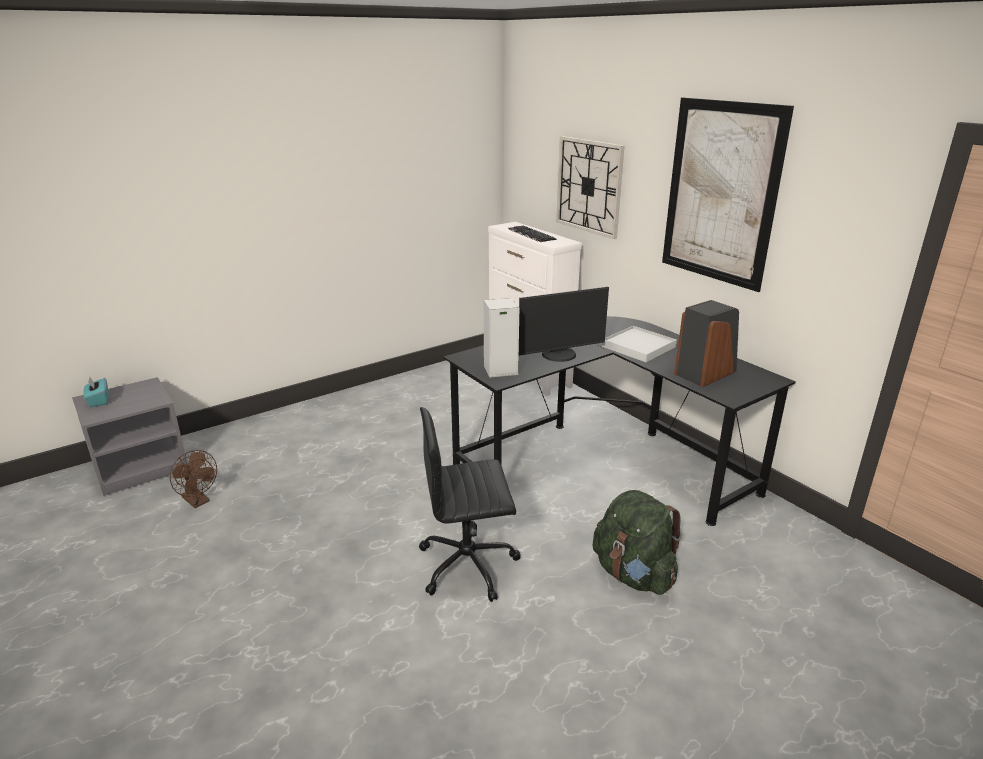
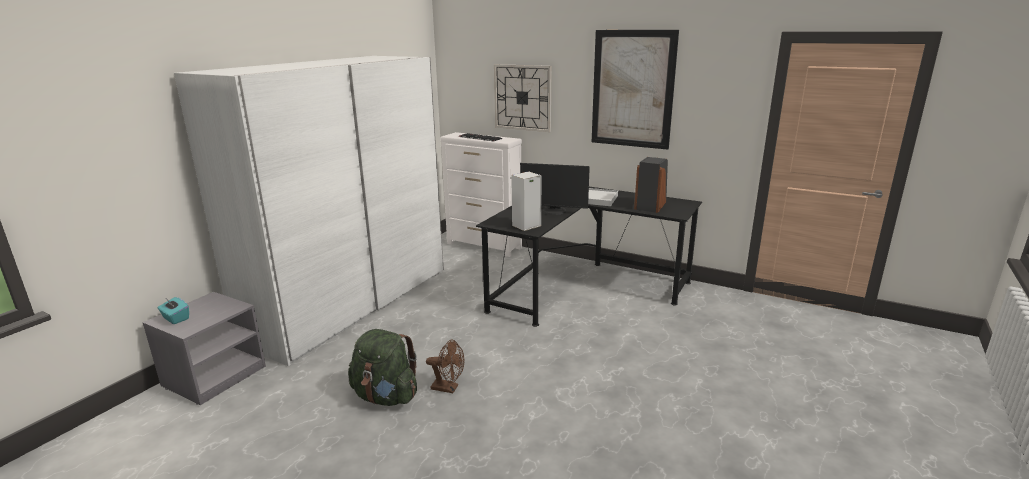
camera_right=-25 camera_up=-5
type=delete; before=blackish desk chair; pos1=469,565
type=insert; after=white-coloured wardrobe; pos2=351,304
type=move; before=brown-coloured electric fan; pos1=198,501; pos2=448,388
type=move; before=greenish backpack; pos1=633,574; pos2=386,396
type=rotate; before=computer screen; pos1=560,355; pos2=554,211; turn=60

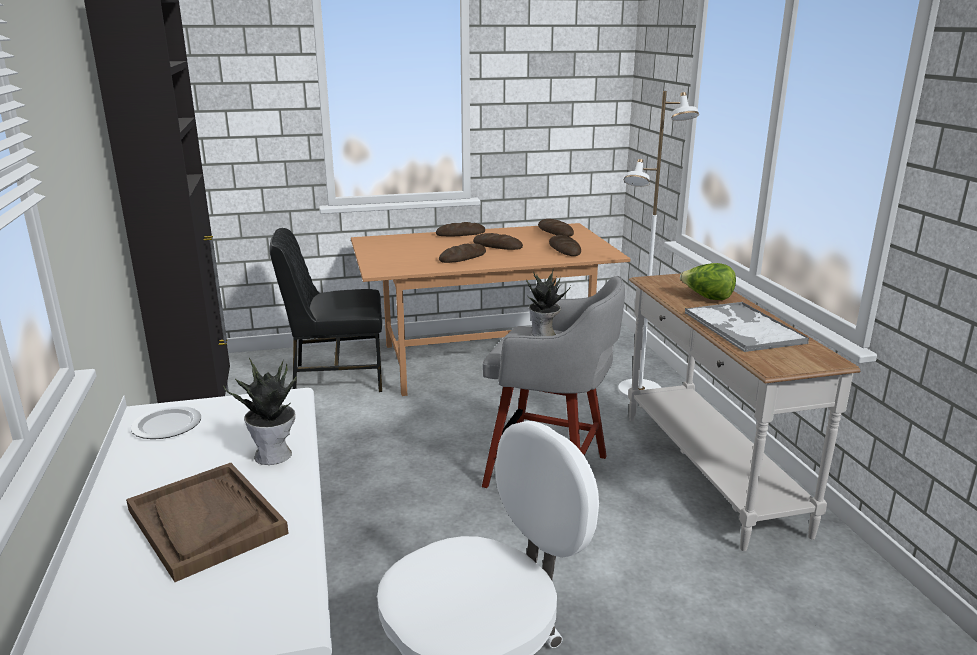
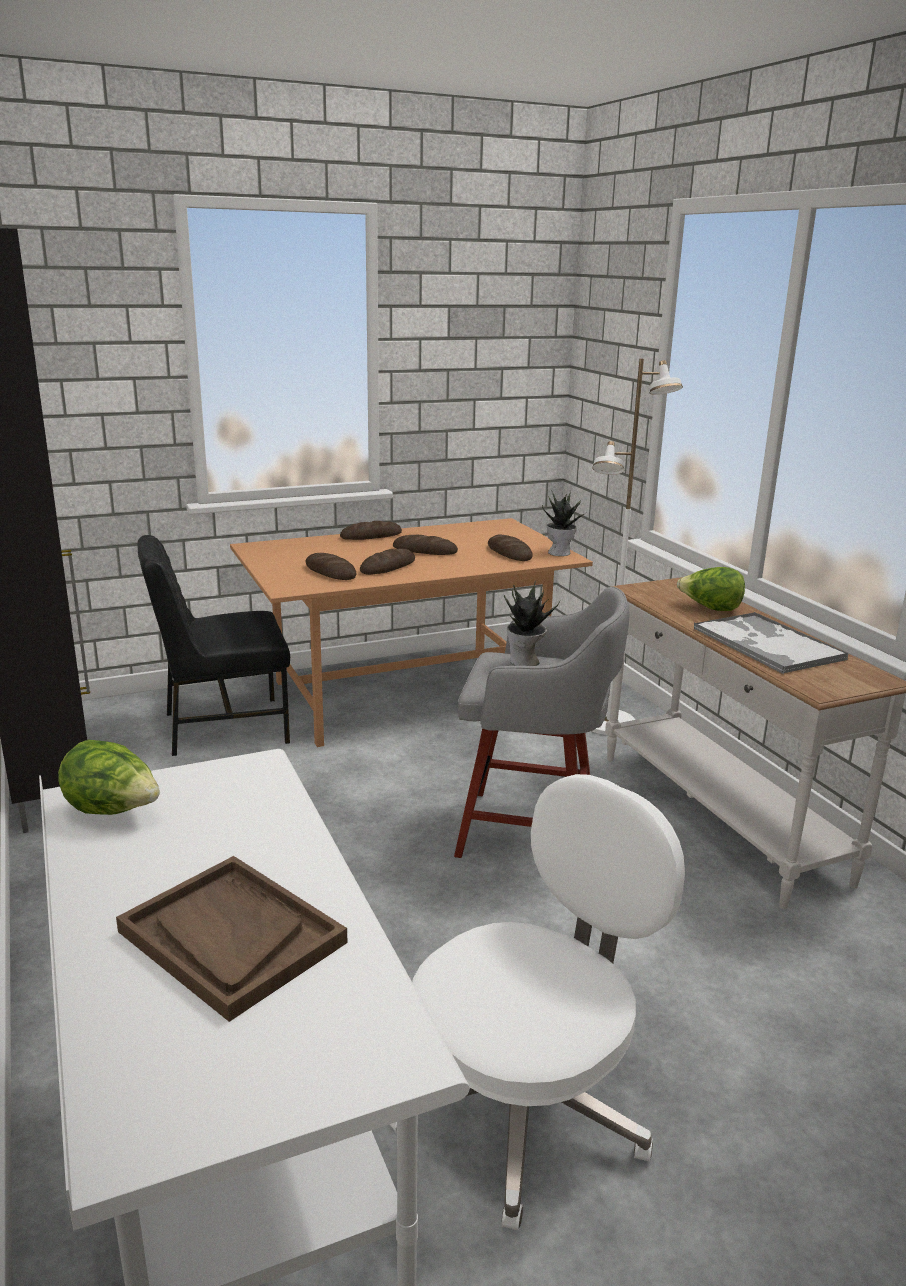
camera_right=-10 camera_up=0
type=move; before=plant in a pot; pos1=275,455; pos2=560,553
type=move; before=bread; pos1=555,231; pos2=330,572
type=replace; before=dinner plate; after=lettuce head; pos1=167,425; pos2=113,811

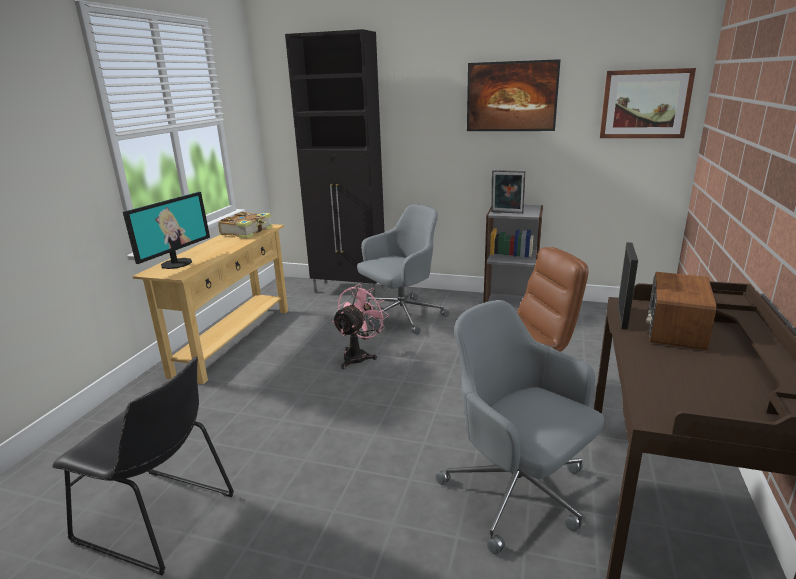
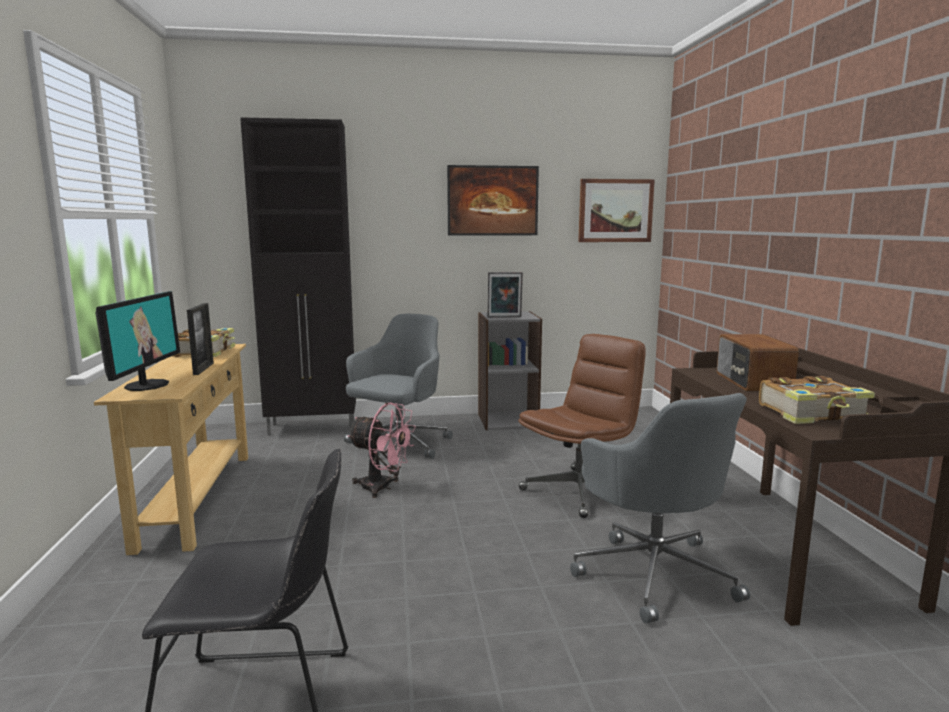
camera_right=-25 camera_up=-10
type=insert; after=bound book; pos2=813,414
type=move; before=photo frame; pos1=622,317; pos2=203,369
type=rotate; before=pink-coloured electric fan; pos1=359,356; pos2=382,488; turn=105
type=rotate; before=gray desk chair; pos1=518,493; pos2=654,572; turn=-135

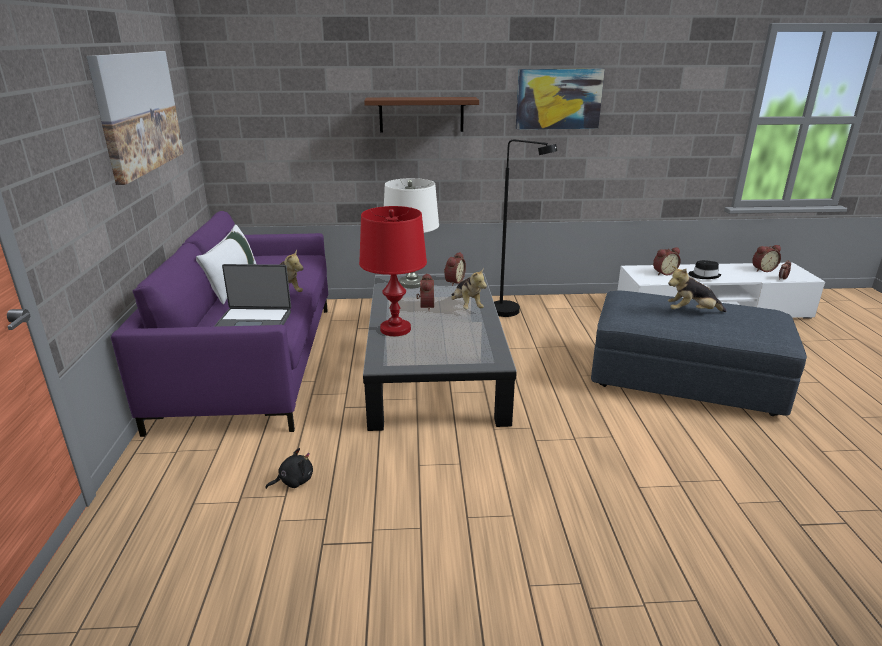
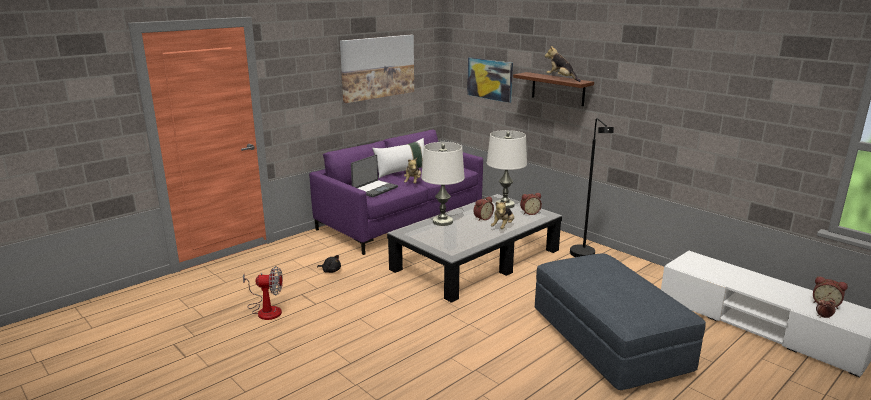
camera_right=50 camera_up=-5
type=delete; before=table clock; pos1=663,273
type=delete; before=blackish clothing hat; pos1=704,276
type=insert; after=electric fan; pos2=266,310
type=move; before=picture; pos1=558,99; pos2=490,79
type=move; before=cuddly toy; pos1=691,312; pos2=561,79
type=recolor; before=red table lamp; after=white-coloured table lamp; pos1=395,329; pos2=442,222
type=rotate; before=portable computer; pos1=254,321; pos2=374,189; turn=-105

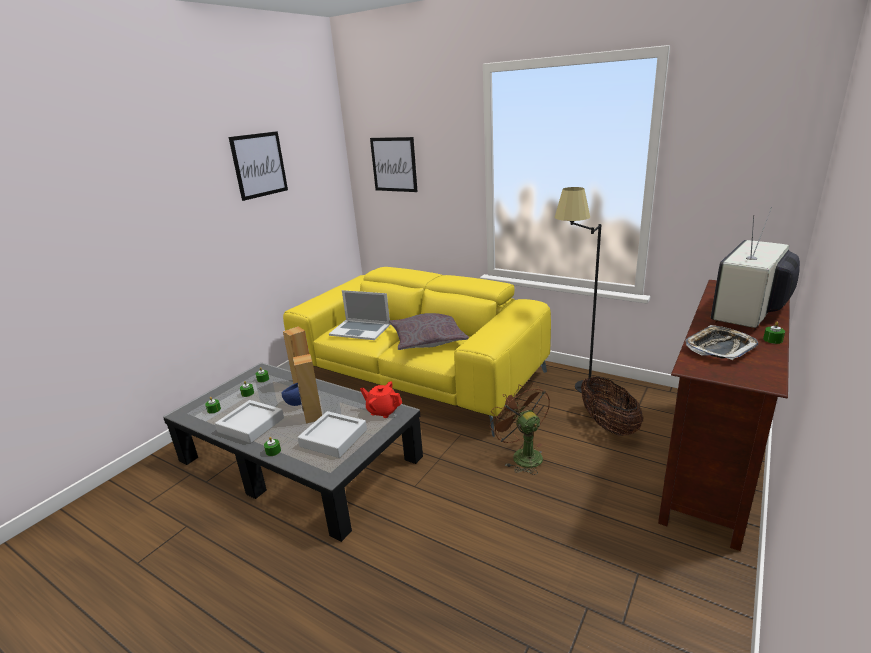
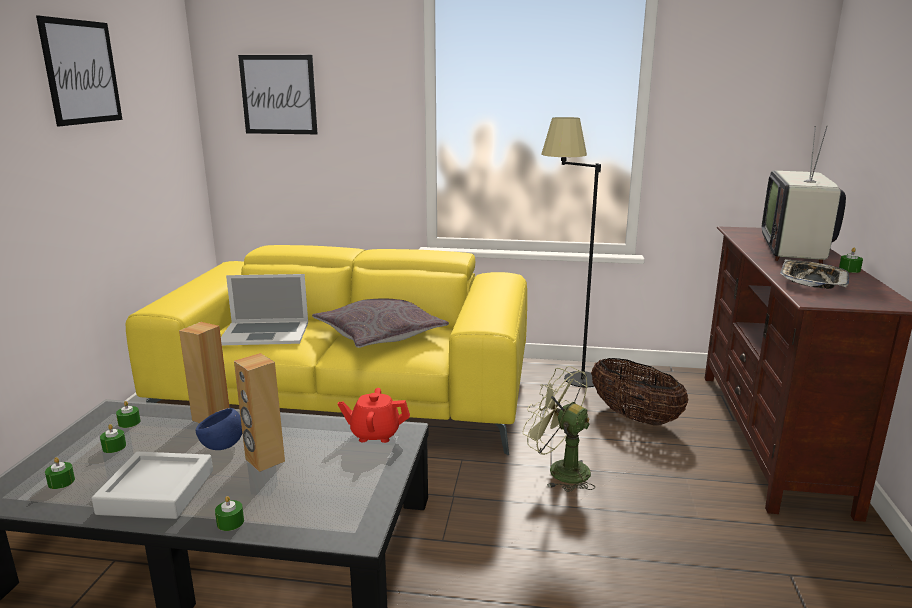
camera_right=-25 camera_up=-5
type=delete; before=gray tray; pos1=333,438
type=recolor; before=brown-coloured electric fan; after=greenish electric fan; pos1=522,455; pos2=560,470

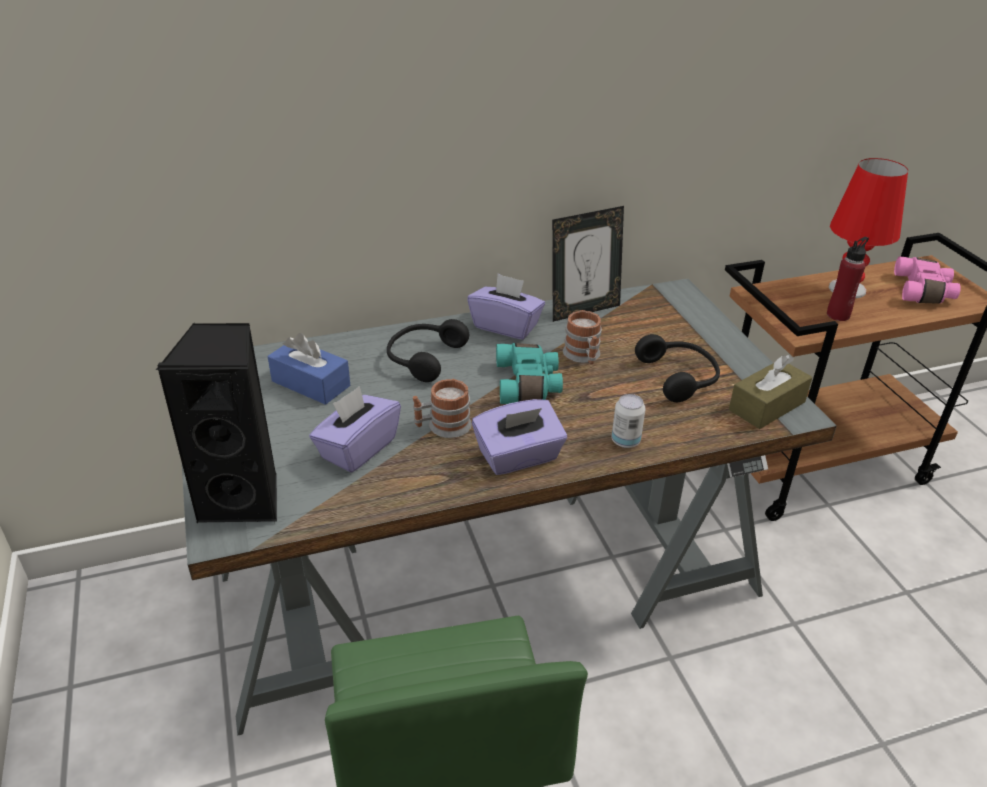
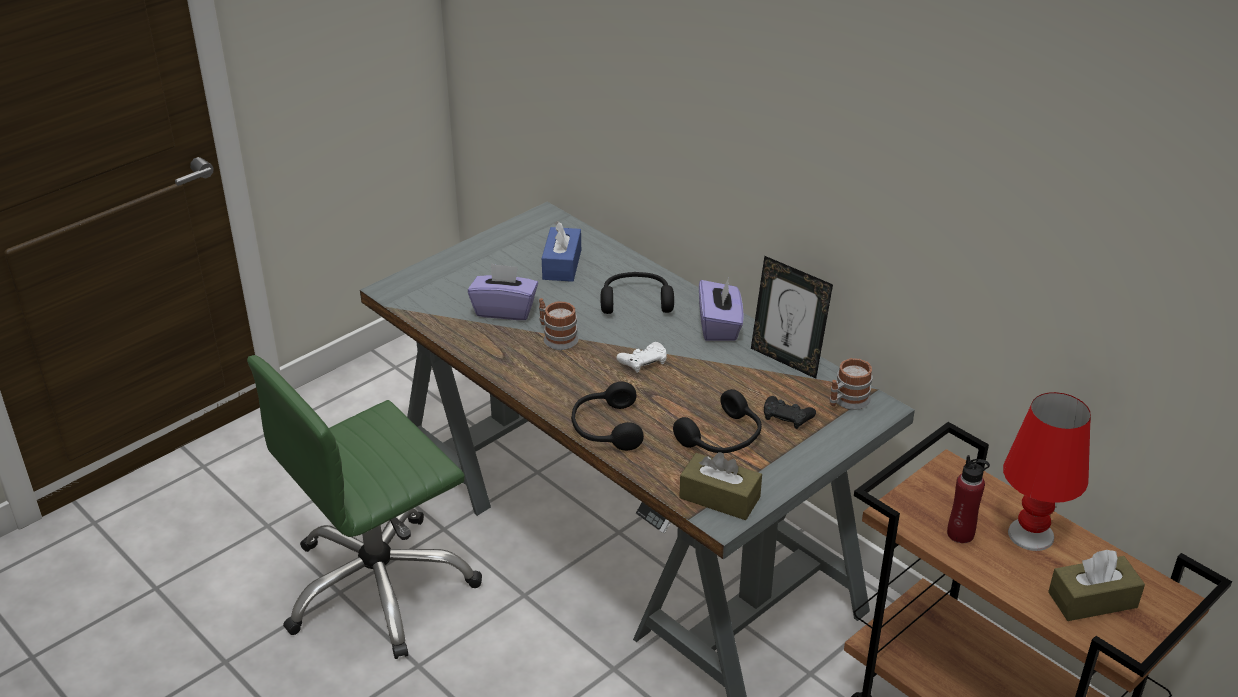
camera_right=65 camera_up=0
type=delete; before=blackish speaker; pos1=245,498
type=delete; before=purple-coloured tissue box; pos1=518,457
type=insert; after=blackish joypad; pos2=787,417
type=move; before=tea mug; pos1=583,356; pos2=847,401
type=replace; before=turquoise-coloured pair of binoculars; after=white-coloured joypad; pos1=529,384; pos2=643,361
type=replace; before=can; after=blackish pair of headphones; pos1=625,441; pos2=605,428
type=replace; before=pink-coloured pair of binoculars; after=brown-coloured tissue box; pos1=924,291; pos2=1092,600

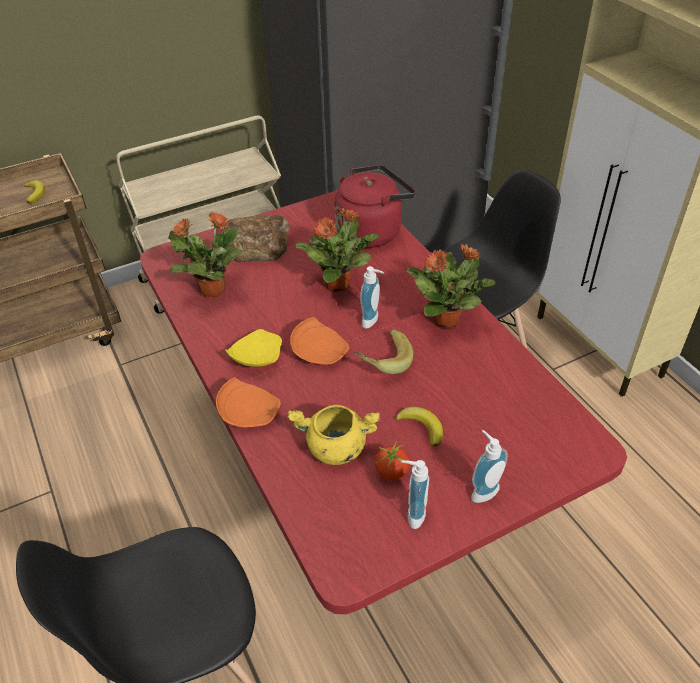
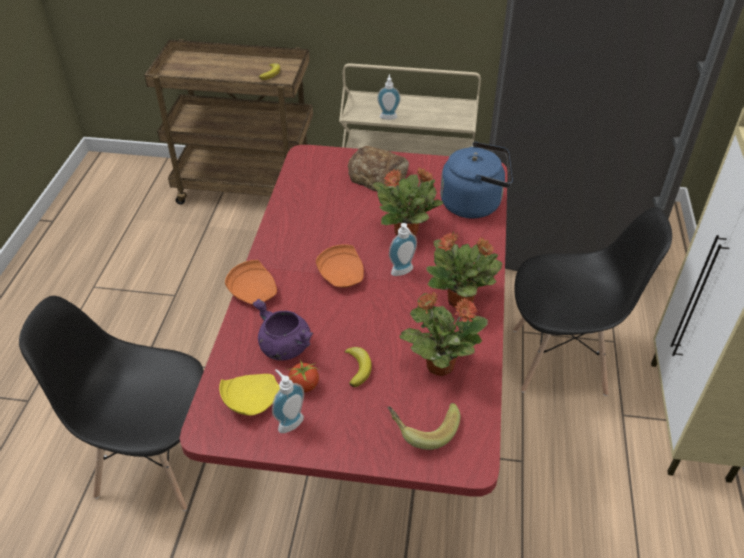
camera_right=35 camera_up=0
type=move; before=plant in a pot; pos1=211,289; pos2=439,365
type=move; before=yellow-coloured dinner plate; pos1=256,358; pos2=250,400
type=move; before=whole banana; pos1=382,361; pos2=423,428
type=move; before=soap bottle; pos1=482,490; pos2=388,116
type=recolor; before=yellow-coloured stockpot; after=purple-coloured stockpot; pos1=335,448; pos2=284,347
type=recolor; before=red kettle; after=blue-coloured kettle; pos1=371,231; pos2=474,203

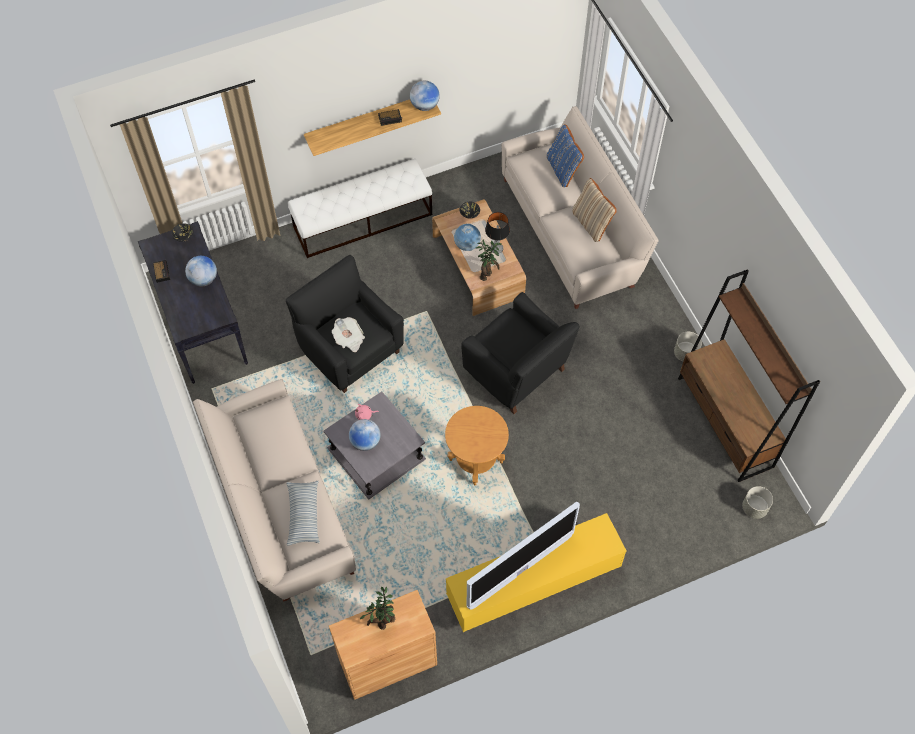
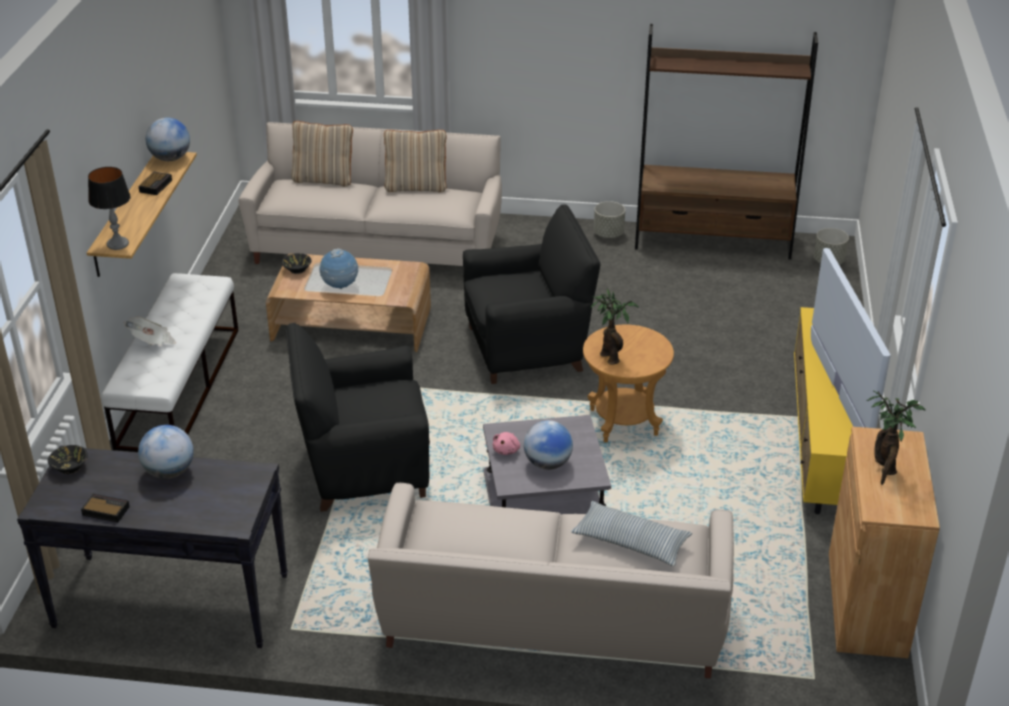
camera_right=-60 camera_up=-25
type=move; before=newspaper; pos1=349,339; pos2=152,342
type=move; before=plant in a pot; pos1=487,274; pos2=609,356
type=move; before=table lamp; pos1=496,248; pos2=118,244
type=recolor; before=blue-coloured pillow; after=beige-coloured pillow; pos1=563,169; pos2=324,179

